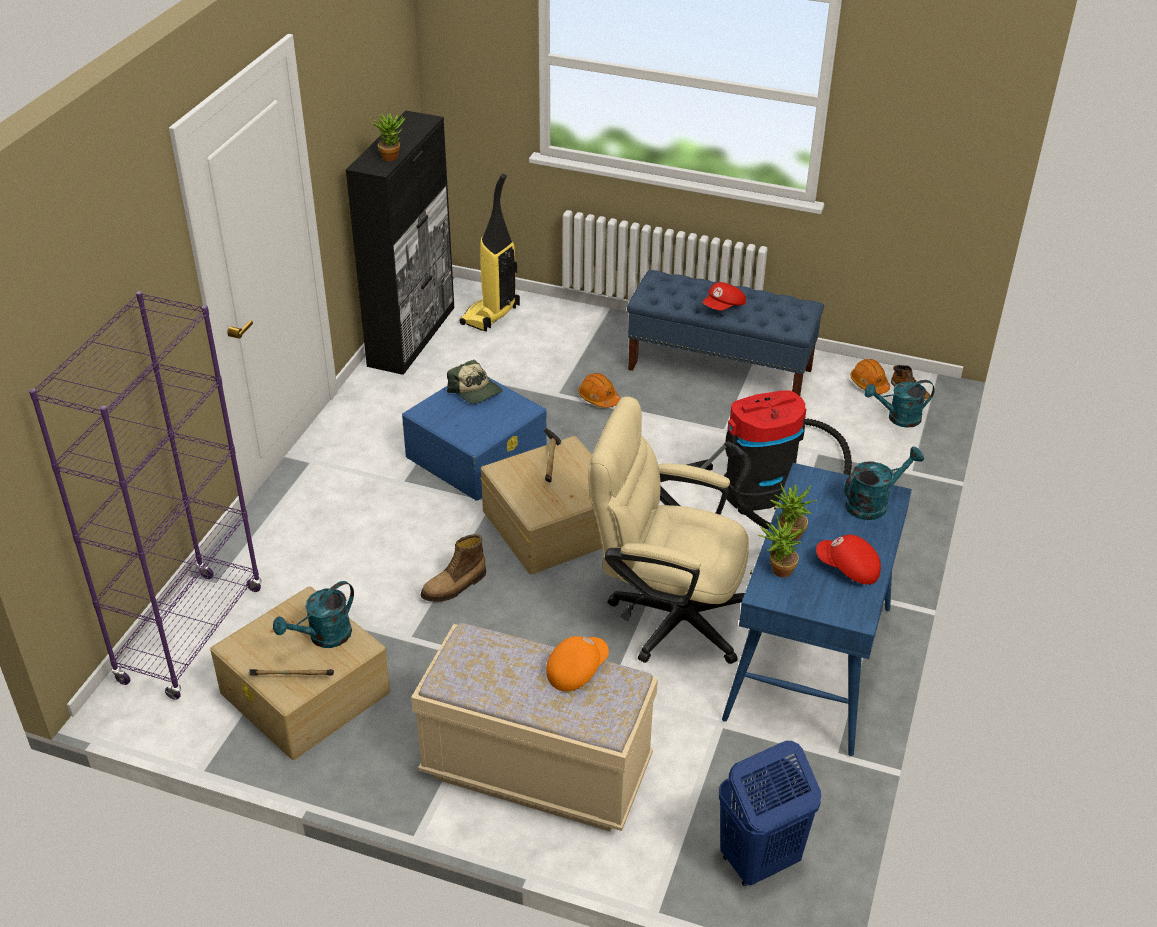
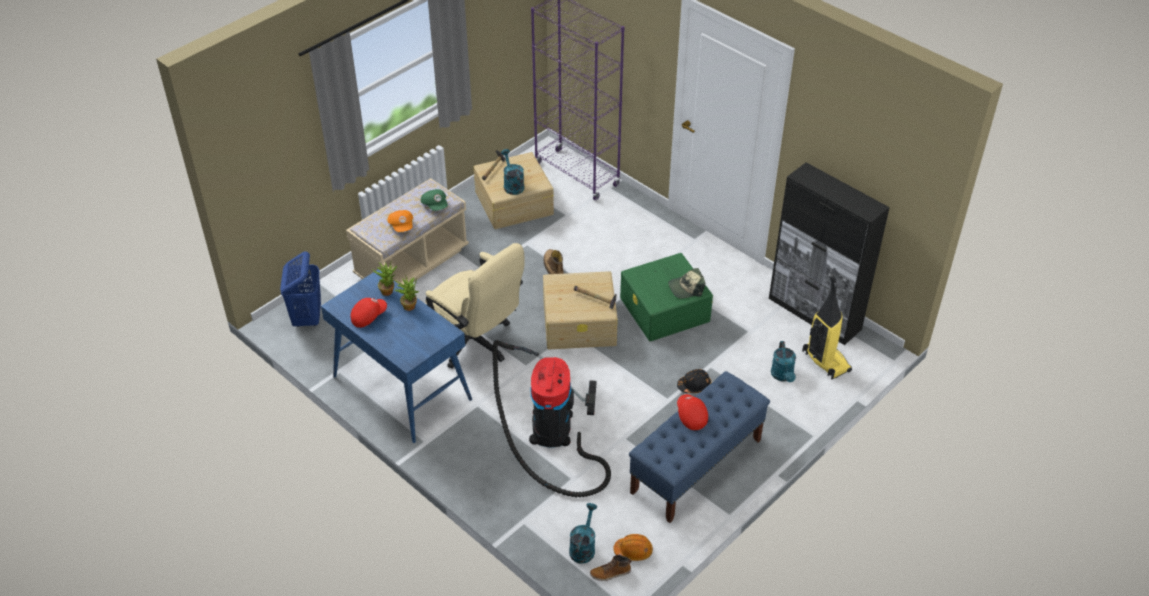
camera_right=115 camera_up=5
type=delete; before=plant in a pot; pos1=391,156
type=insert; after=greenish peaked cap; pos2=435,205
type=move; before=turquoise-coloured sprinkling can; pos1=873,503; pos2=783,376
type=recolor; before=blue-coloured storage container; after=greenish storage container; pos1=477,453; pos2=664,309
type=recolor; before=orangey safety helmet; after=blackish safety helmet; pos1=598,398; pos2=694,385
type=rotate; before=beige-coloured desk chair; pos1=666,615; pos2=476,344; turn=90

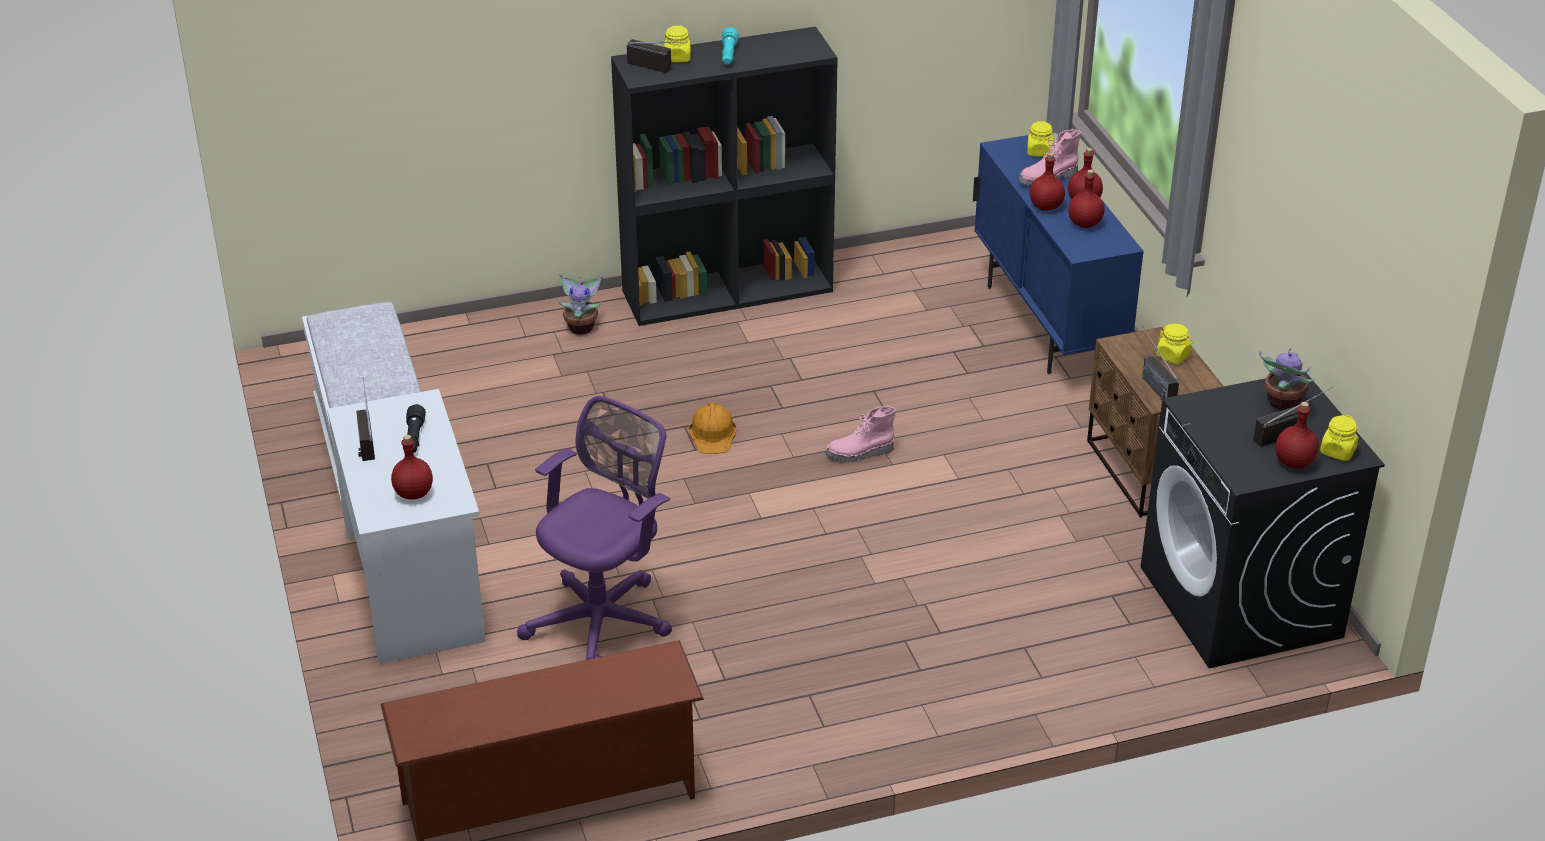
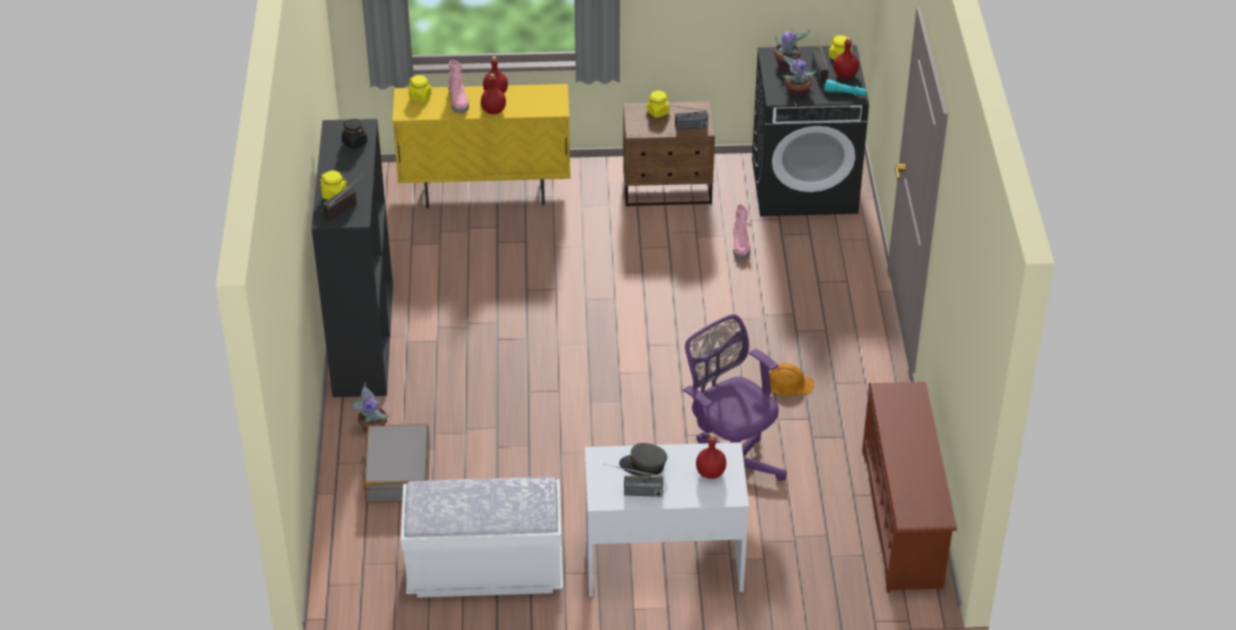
camera_right=-75 camera_up=5
type=delete; before=red bottle; pos1=1085,224
type=insert; after=blackish storage jar; pos2=354,142
type=insert; after=gray piece of luggage; pos2=397,473
type=insert; after=plant in a pot; pos2=796,92
type=move; before=orangey safety helmet; pos1=713,433; pos2=789,383
type=move; before=turquoise-coloured flashlight; pos1=728,55; pos2=845,93
type=move; before=pink-coloured high-top boot; pos1=860,453; pos2=741,246
type=replace; before=blackish flashlight; after=gray peaked cap; pos1=414,438; pos2=643,466
type=recolor; before=blue-coloured cabinet; after=yellow-coloured cabinet; pos1=1047,324; pos2=486,192

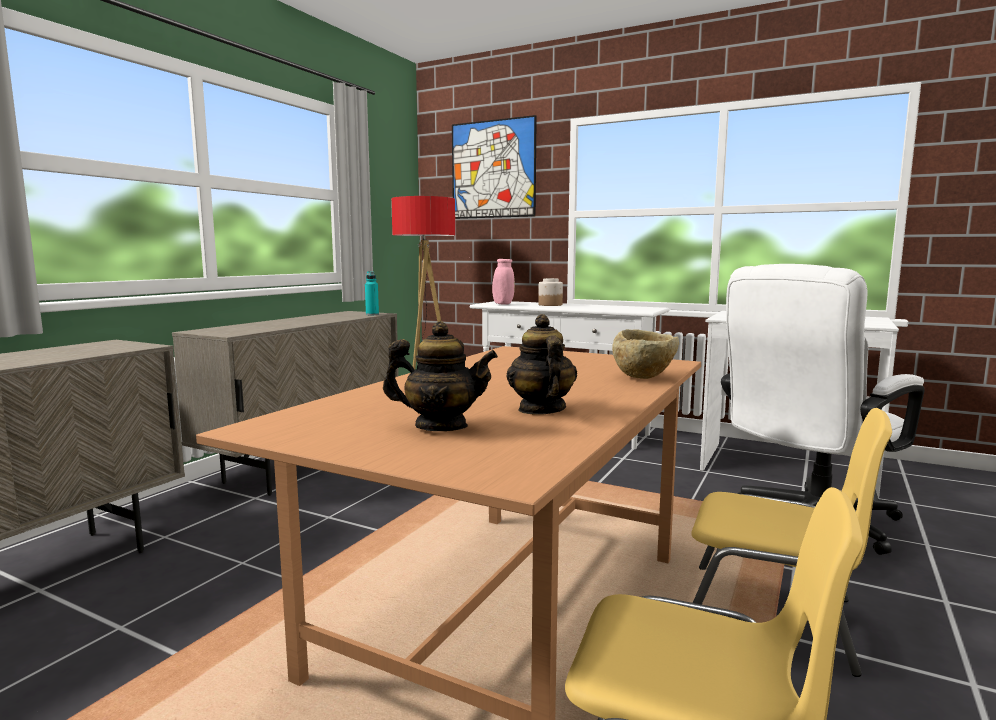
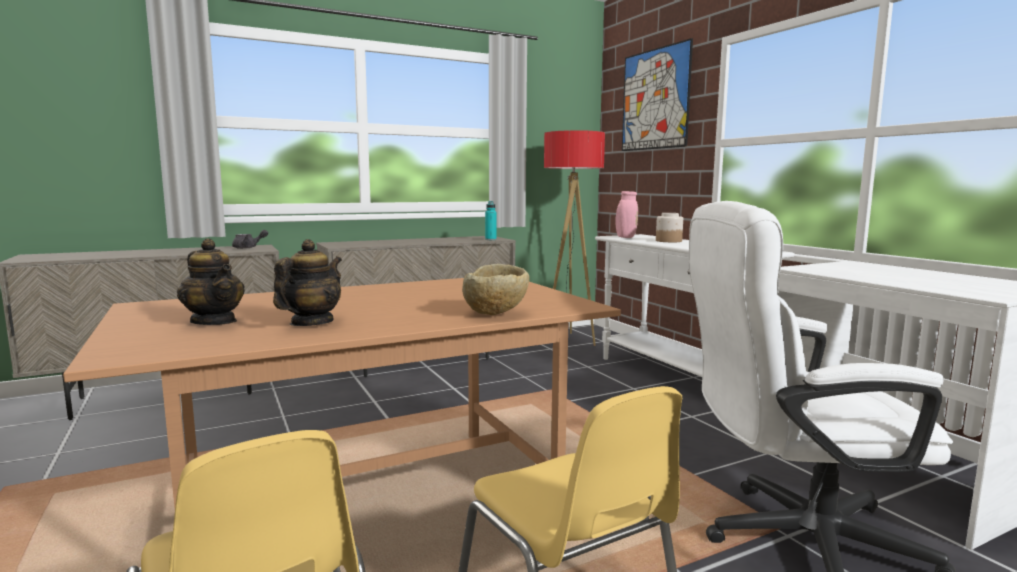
camera_right=35 camera_up=0
type=insert; after=gray tea pot; pos2=248,247

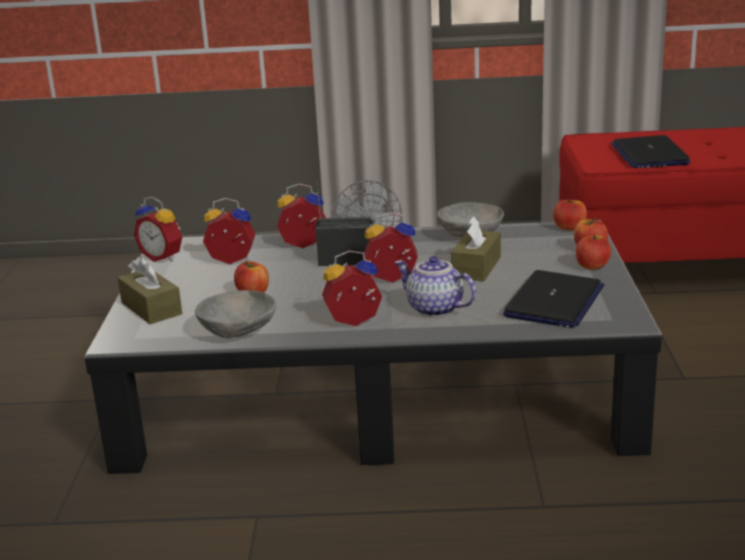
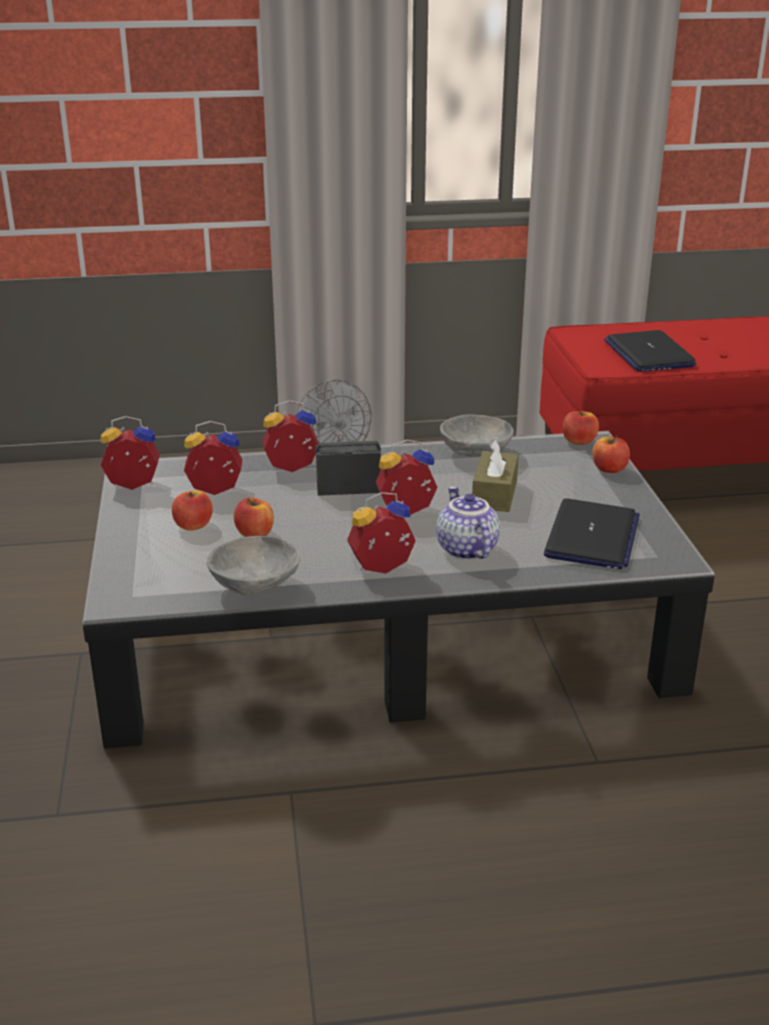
camera_right=-10 camera_up=5
type=delete; before=brown-coloured tissue box; pos1=151,308
type=move; before=whole apple; pos1=592,266; pos2=193,525
type=rotate; before=table clock; pos1=163,257; pos2=132,486; turn=150
type=rotate; before=tea pot; pos1=433,309; pos2=465,549; turn=45

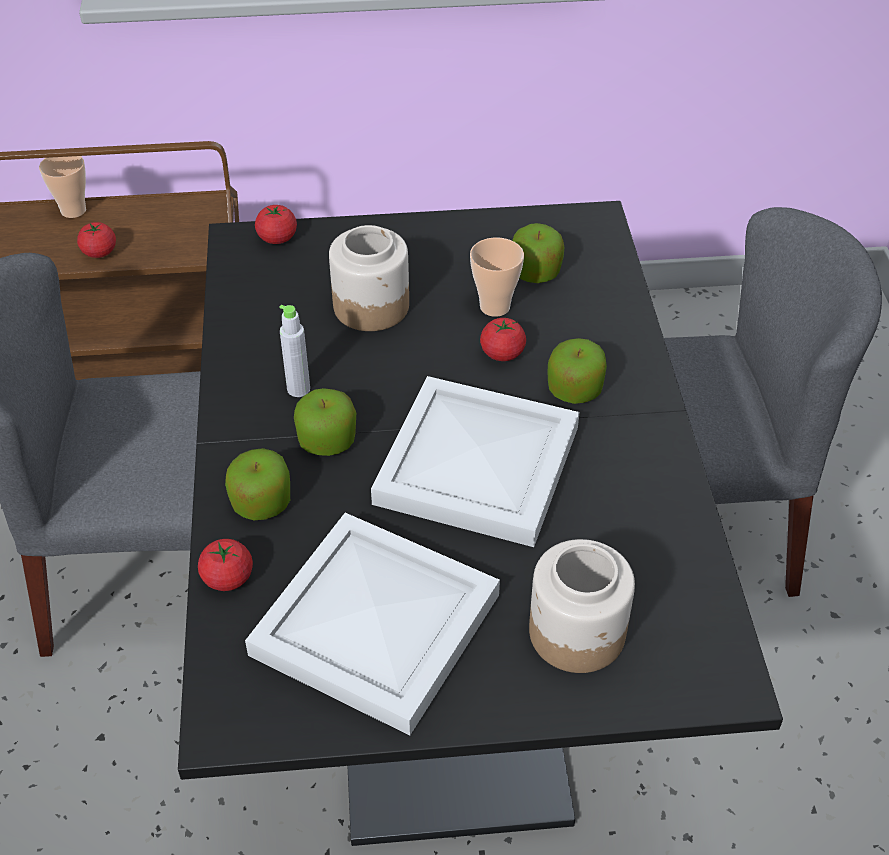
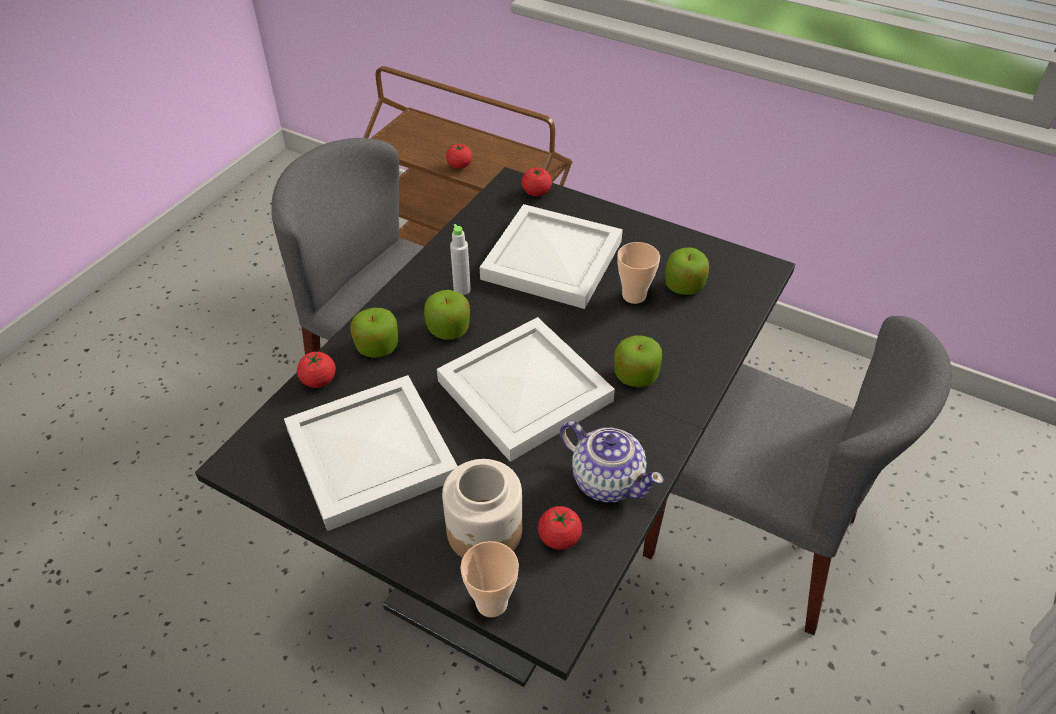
camera_right=35 camera_up=0
type=insert; after=tea pot; pos2=607,480
type=move; before=cup; pos1=73,210; pos2=491,603
type=move; before=whole tomato; pos1=502,353; pos2=559,537
type=replace; before=storage jar; after=white-coloured tray; pos1=372,306; pos2=554,259

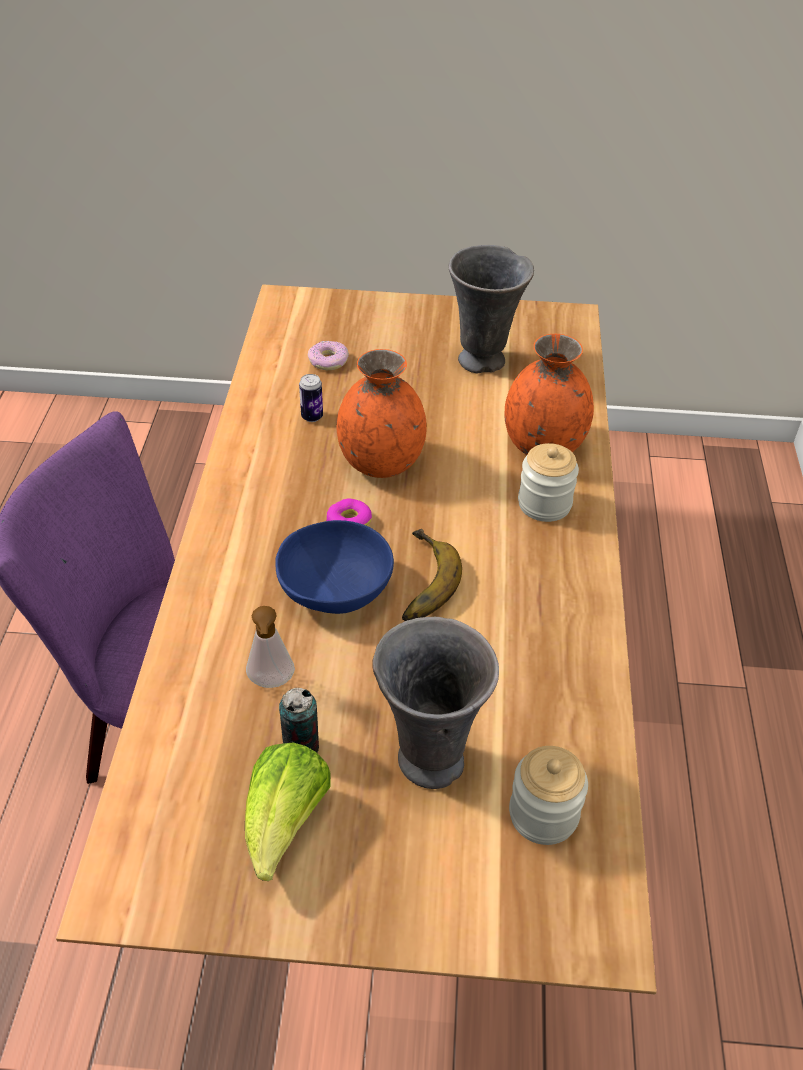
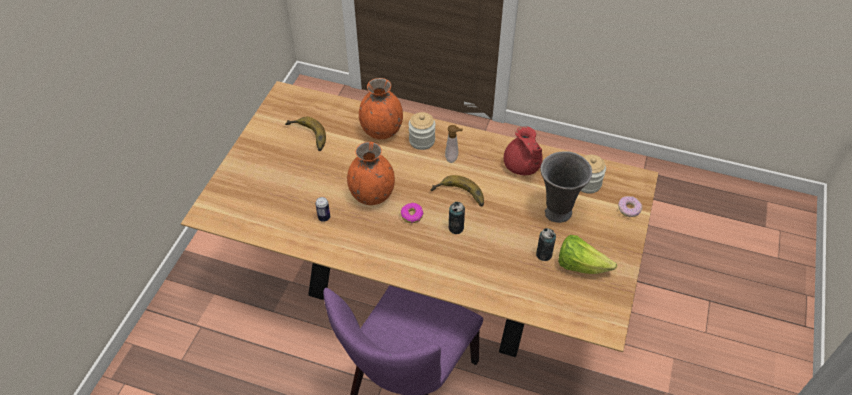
camera_right=-75 camera_up=5
type=insert; after=red tea pot; pos2=522,166
type=move; before=soap bottle; pos1=271,683; pos2=453,158
type=move; before=ring doughnut; pos1=328,361; pos2=629,209
type=replace; before=blue-coloured deep dish; after=can; pos1=336,590; pos2=456,228
type=replace; before=gray flower vase; after=whole banana; pos1=483,361; pos2=306,137

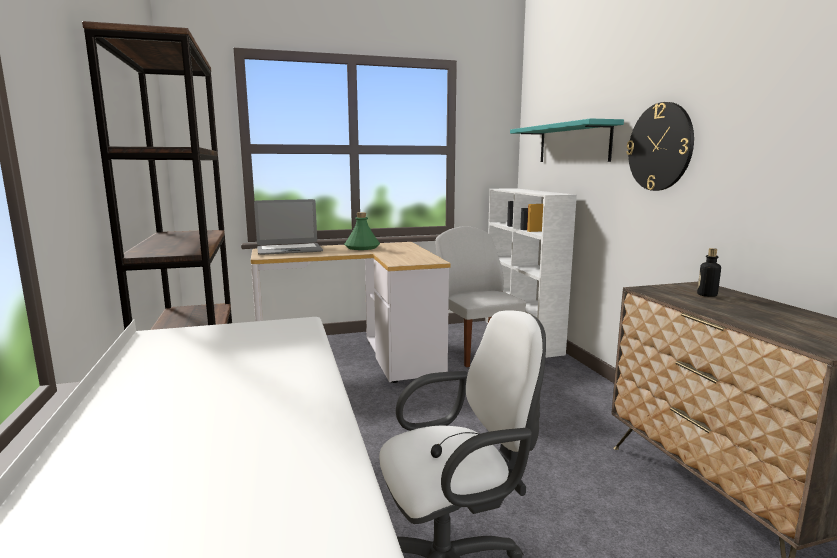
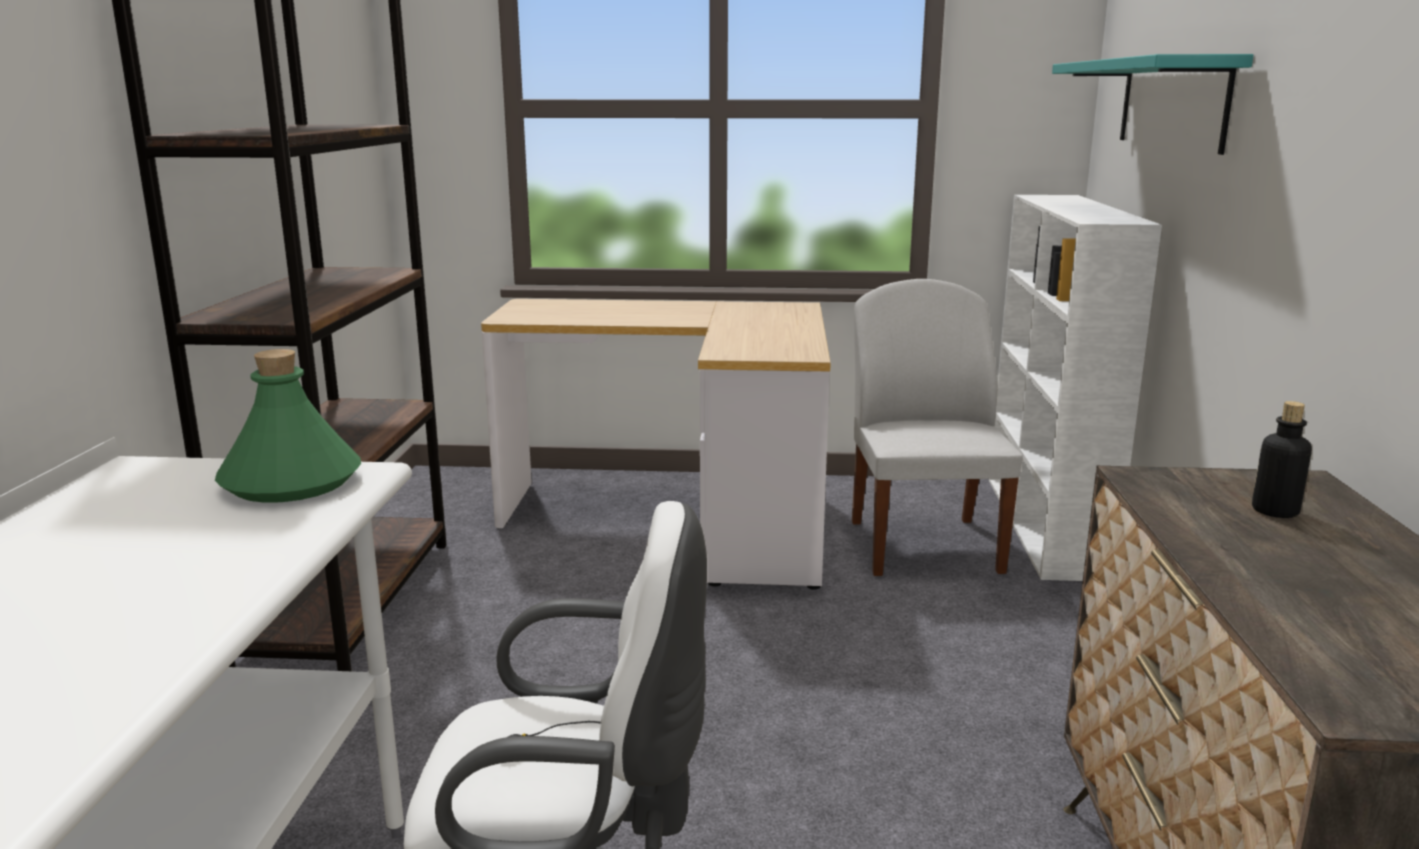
camera_right=20 camera_up=5
type=delete; before=portable computer; pos1=289,250
type=delete; before=hanging clock; pos1=660,147
type=move; before=greenish bottle; pos1=362,247; pos2=290,482

